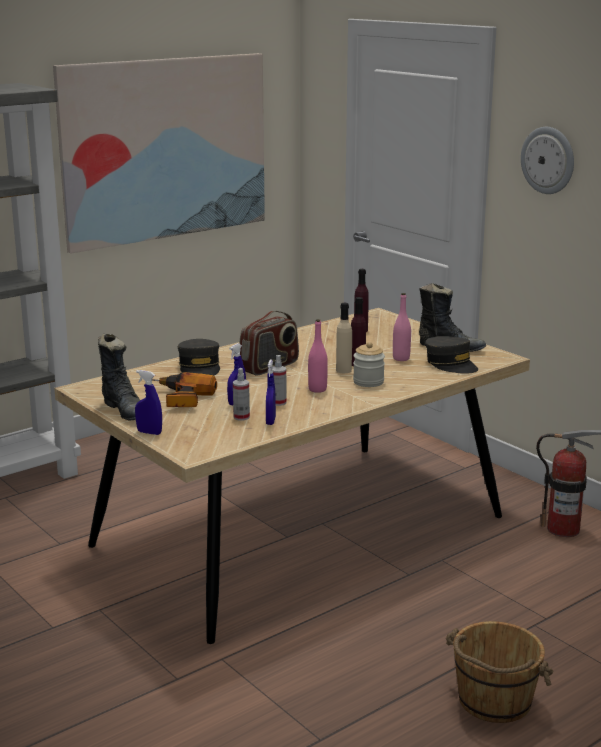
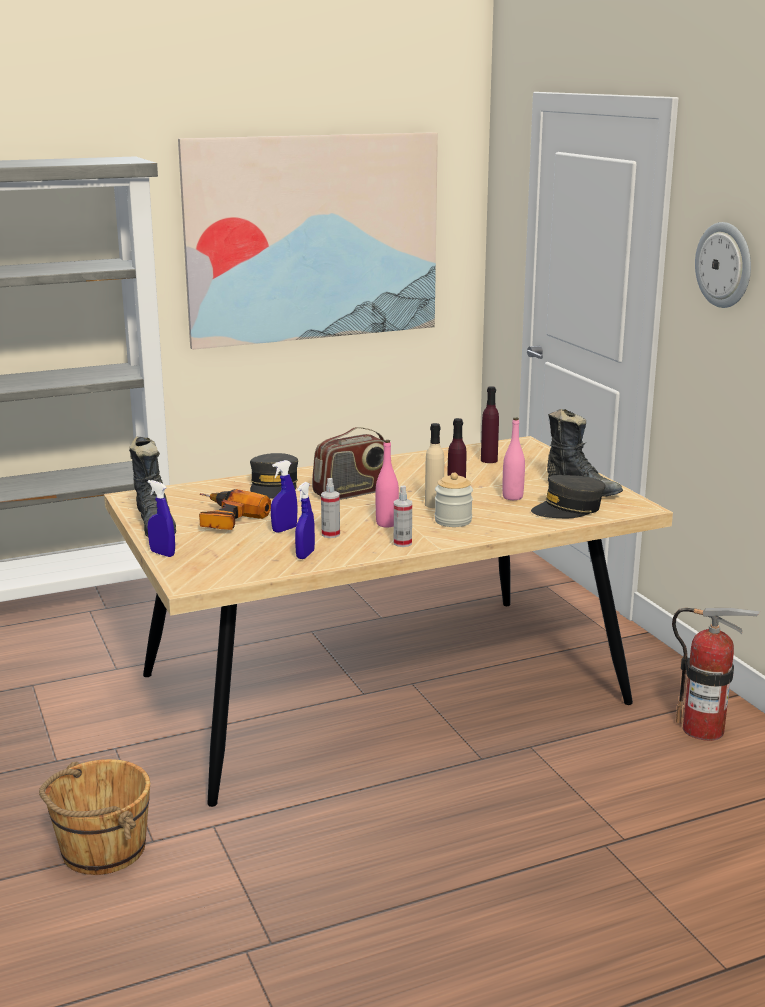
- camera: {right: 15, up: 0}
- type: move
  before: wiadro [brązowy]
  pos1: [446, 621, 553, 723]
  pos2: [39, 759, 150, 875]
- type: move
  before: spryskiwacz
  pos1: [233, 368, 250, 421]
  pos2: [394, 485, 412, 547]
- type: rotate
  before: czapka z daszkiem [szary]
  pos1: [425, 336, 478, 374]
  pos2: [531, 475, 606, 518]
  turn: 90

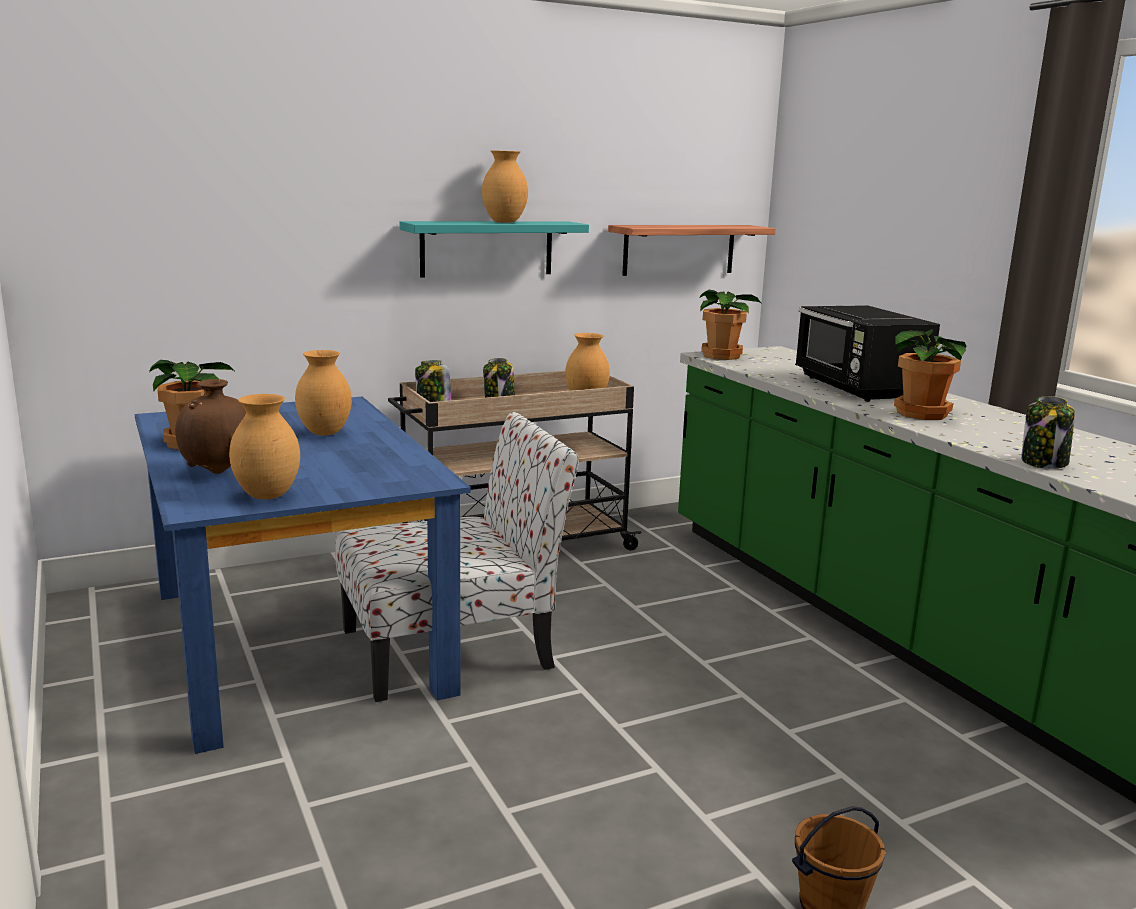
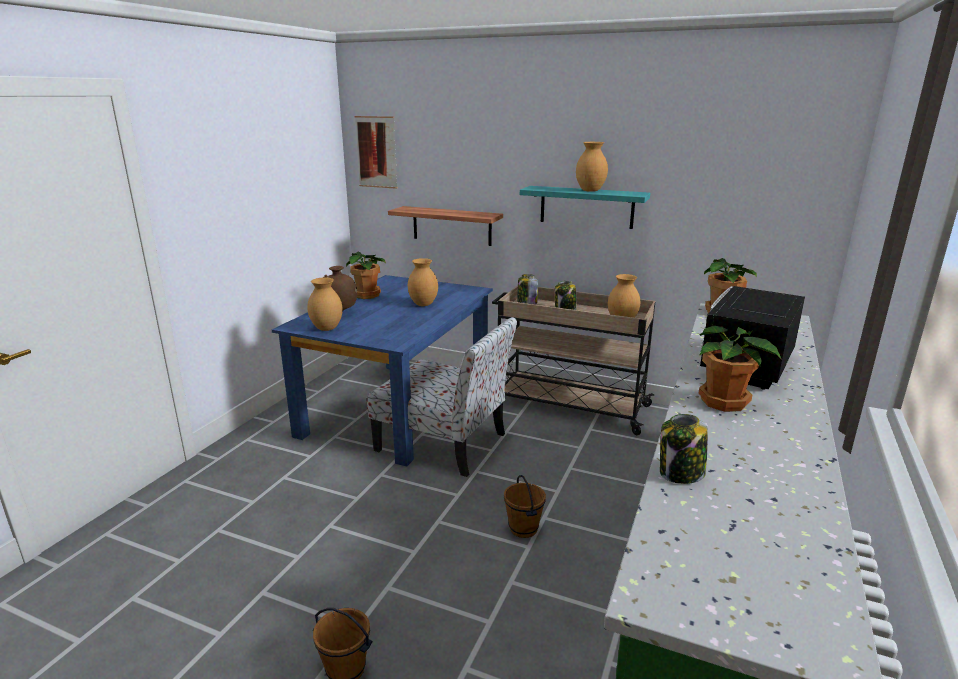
- camera: {right: 50, up: 5}
- type: insert
  after: obraz
  pos2: [355, 116, 398, 189]
- type: move
  before: półka
  pos1: [608, 225, 776, 276]
  pos2: [388, 206, 503, 246]
- type: insert
  after: wiadro [brązowy]
  pos2: [504, 475, 546, 538]

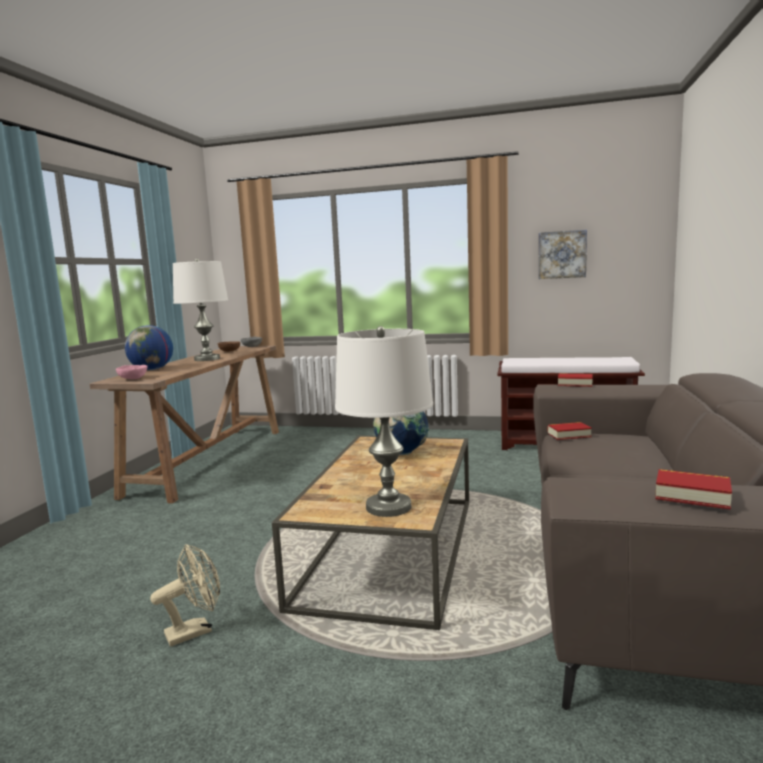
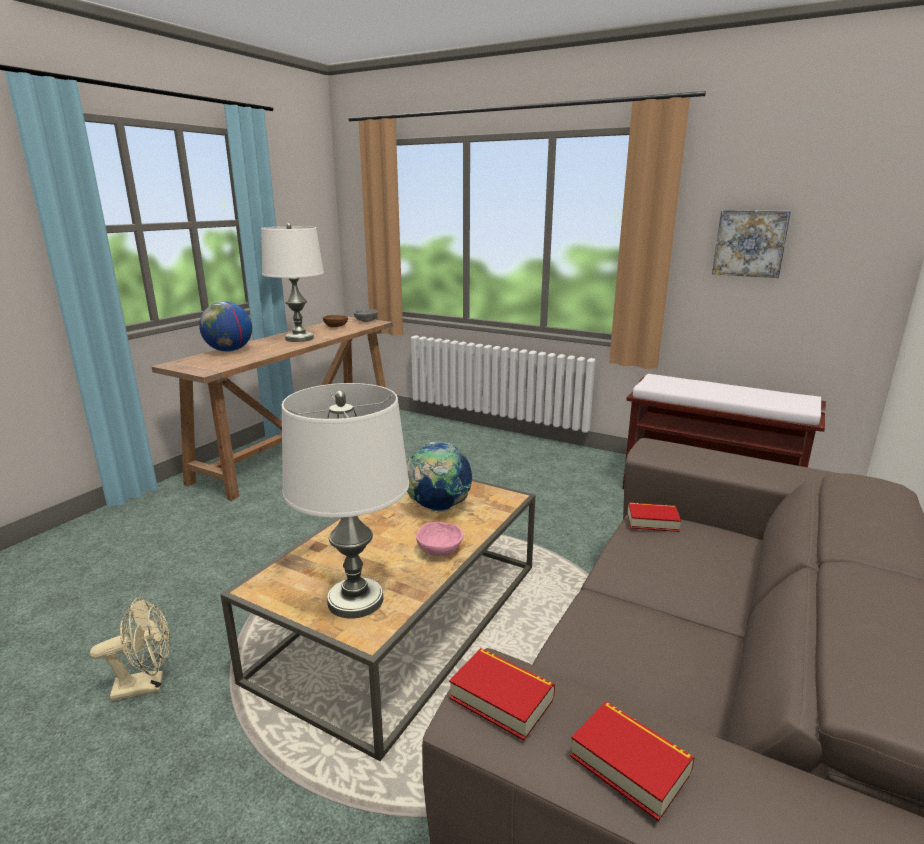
- camera: {right: 15, up: 10}
- type: move
  before: miska [różowy]
  pos1: [116, 365, 148, 379]
  pos2: [416, 522, 463, 556]
- type: move
  before: książka
  pos1: [558, 373, 593, 387]
  pos2: [449, 648, 555, 741]

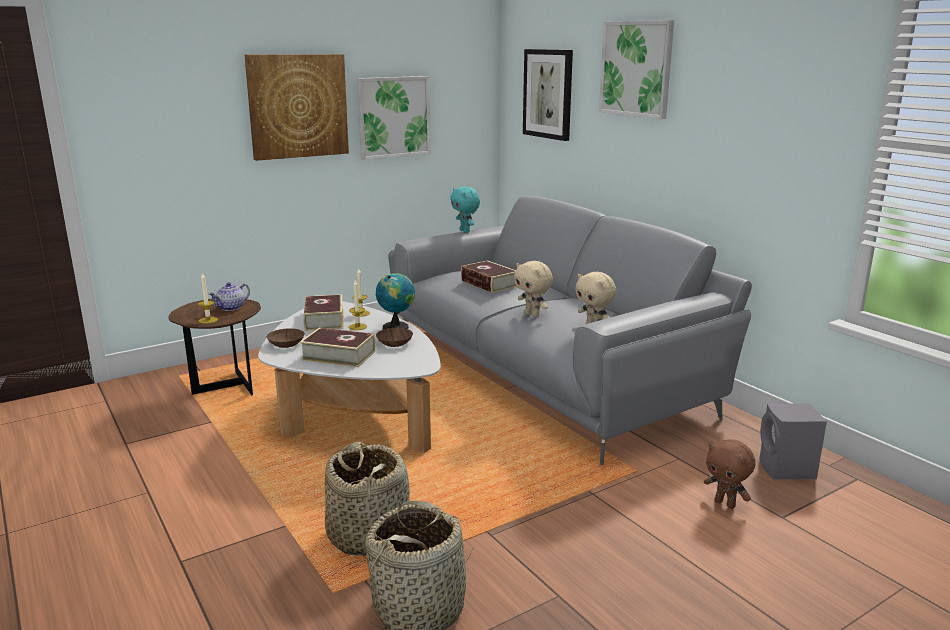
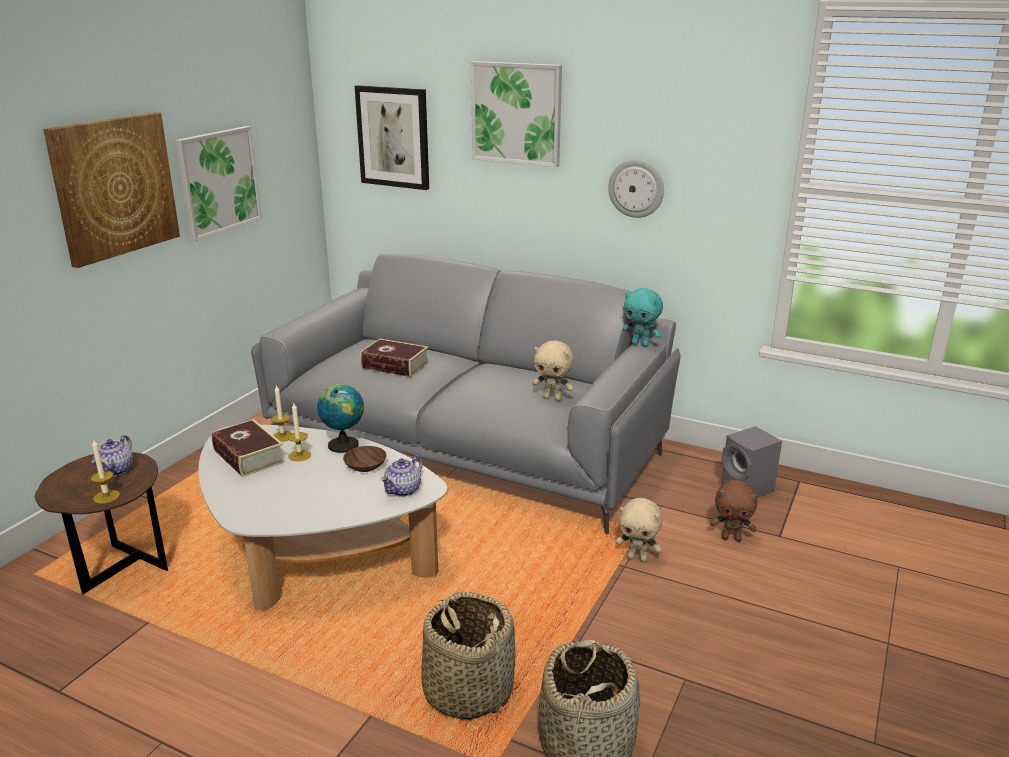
- camera: {right: -30, up: 5}
- type: insert
  after: imbryk
  pos2: [381, 455, 423, 497]
- type: insert
  after: zegar ścienny
  pos2: [608, 159, 664, 218]
- type: move
  before: pluszak [beżowy]
  pos1: [514, 261, 553, 318]
  pos2: [615, 498, 662, 562]
- type: move
  before: pluszak [turkusowy]
  pos1: [450, 187, 480, 233]
  pos2: [623, 288, 663, 347]
- type: delete
  before: miska [brązowy]
  pos1: [267, 328, 305, 348]
- type: delete
  before: książka
  pos1: [300, 328, 375, 367]

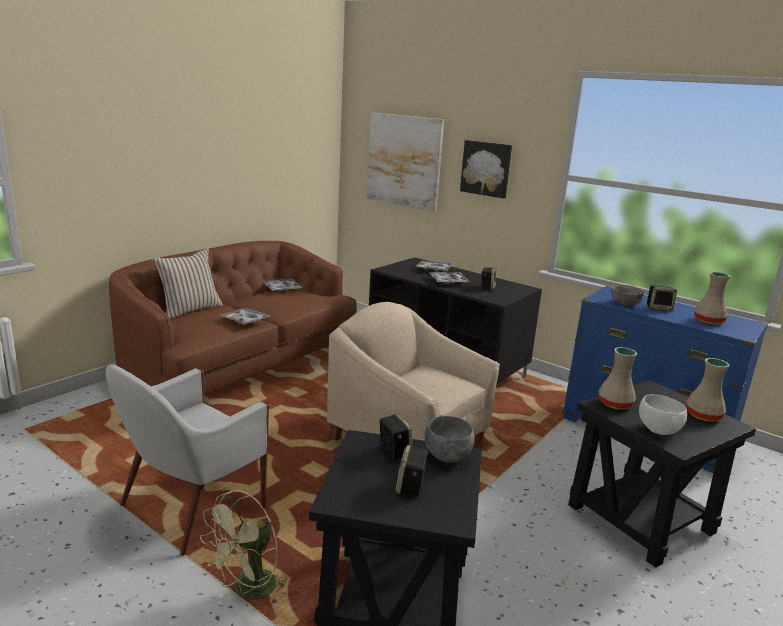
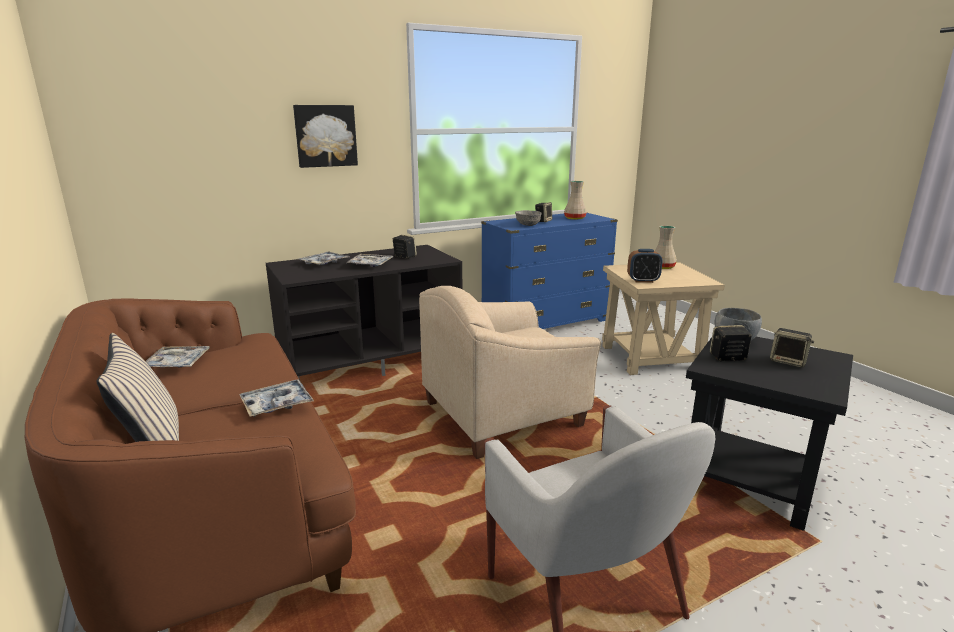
- camera: {right: -65, up: 0}
- type: recolor
  before: stolik [czarny]
  after: stolik [beżowy]
  pos1: [568, 380, 756, 568]
  pos2: [602, 262, 725, 375]
- type: replace
  before: wazon [beżowy]
  after: budzik
  pos1: [598, 347, 637, 410]
  pos2: [627, 249, 663, 283]
- type: delete
  before: wentylator [zielony]
  pos1: [200, 490, 287, 603]
- type: delete
  before: obraz
  pos1: [367, 113, 444, 212]
- type: delete
  before: miska [biały]
  pos1: [639, 394, 687, 435]

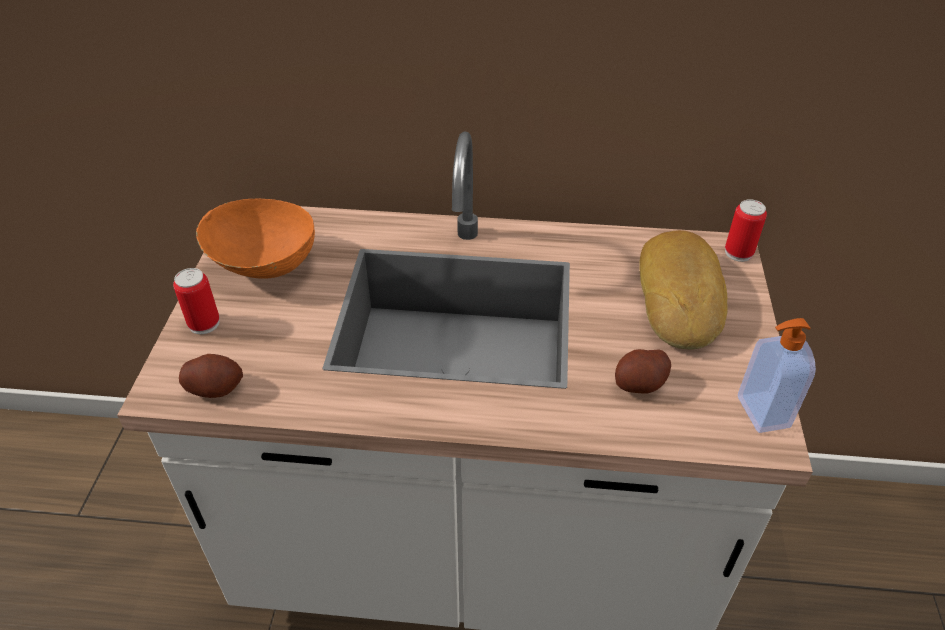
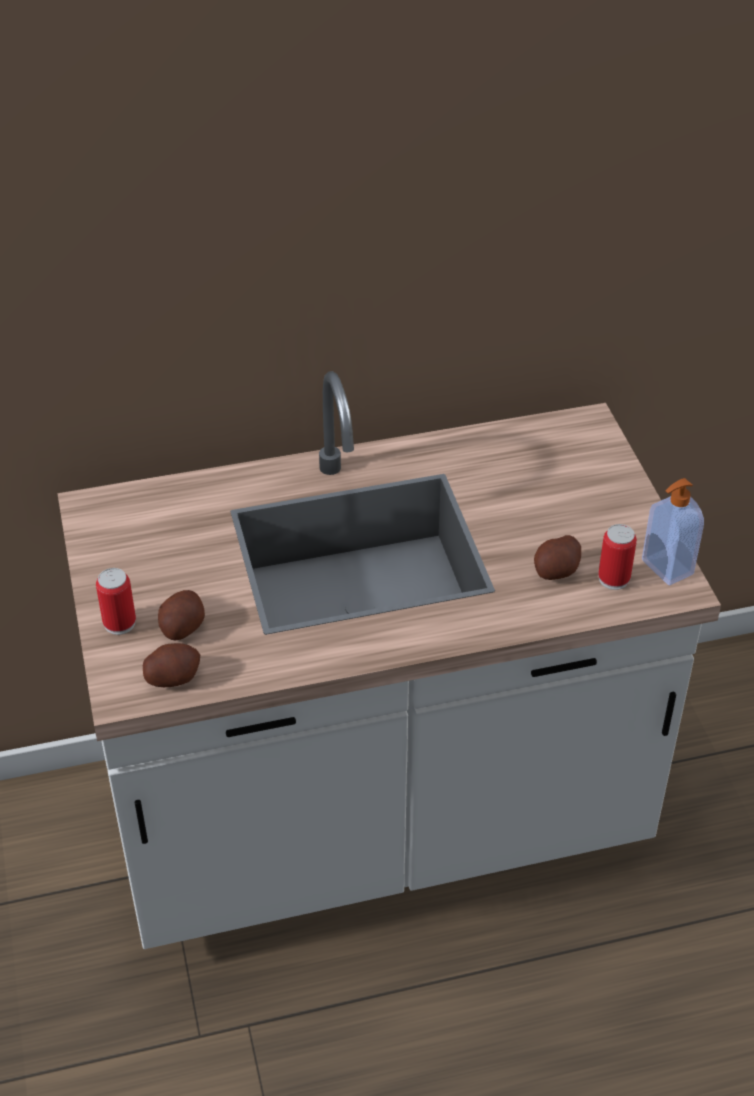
- camera: {right: -20, up: 0}
- type: insert
  after: ziemniak
  pos2: [158, 590, 205, 640]
- type: move
  before: puszka
  pos1: [725, 199, 767, 262]
  pos2: [598, 524, 637, 590]
- type: delete
  before: miska [pomarańczowy]
  pos1: [196, 199, 315, 279]
- type: delete
  before: chleb
  pos1: [639, 230, 728, 350]

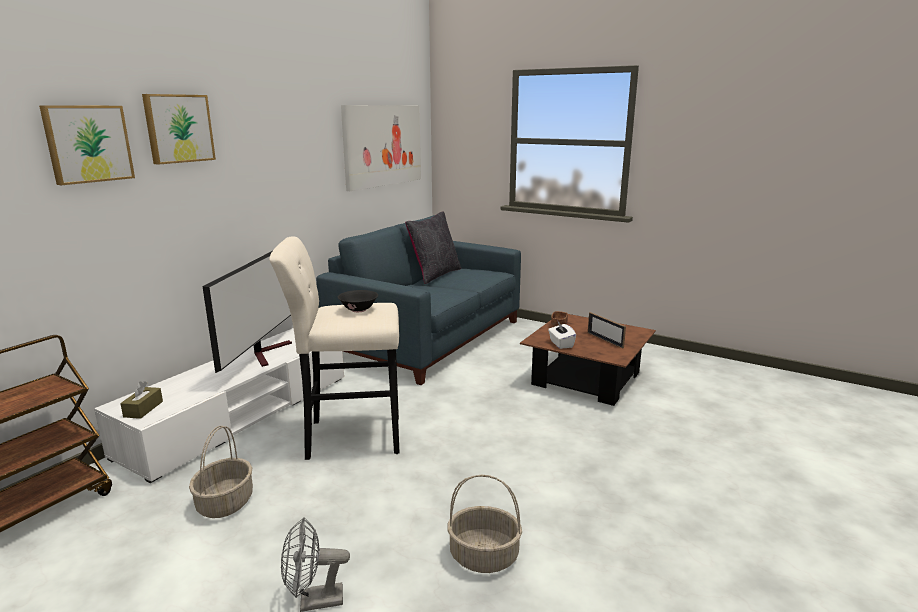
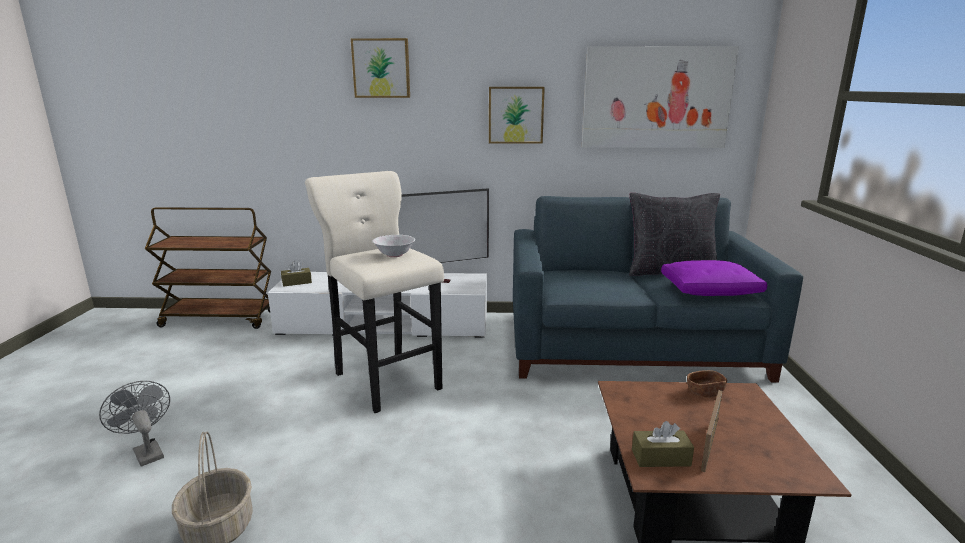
- camera: {right: 60, up: 0}
- type: recolor
  before: miska [czarny]
  after: miska [biały]
  pos1: [338, 290, 378, 312]
  pos2: [372, 235, 415, 257]
- type: move
  before: obraz
  pos1: [39, 105, 135, 185]
  pos2: [489, 87, 545, 144]
- type: insert
  after: pudełko chusteczek [brązowy]
  pos2: [632, 421, 694, 467]
- type: insert
  after: poduszka [fioletowy]
  pos2: [661, 260, 767, 296]
- type: delete
  before: koszyk
  pos1: [189, 426, 253, 518]
- type: delete
  before: pudełko chusteczek [biały]
  pos1: [548, 322, 576, 349]

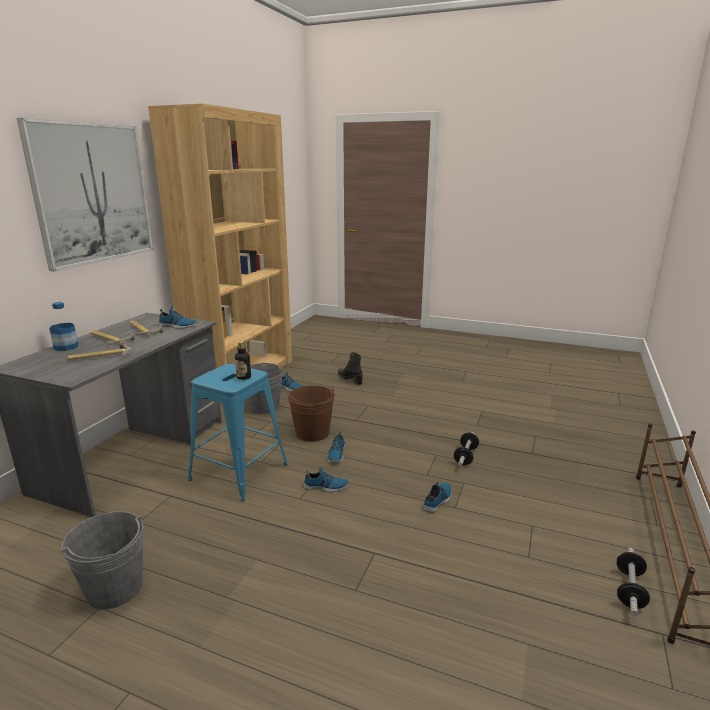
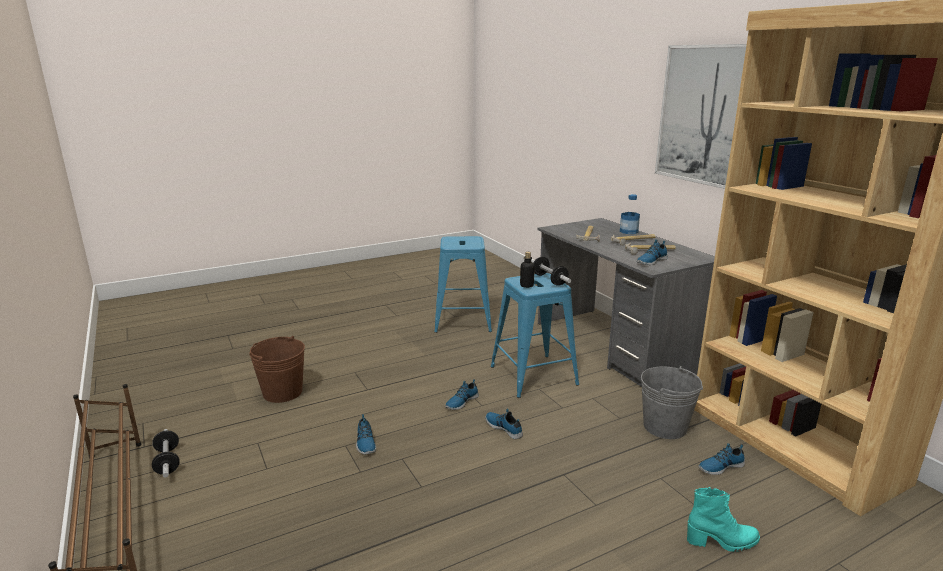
- camera: {right: 130, up: 0}
- type: move
  before: wiadro [brązowy]
  pos1: [288, 386, 335, 442]
  pos2: [249, 336, 305, 403]
- type: replace
  before: wiadro [szary]
  after: stołek [niebieski]
  pos1: [61, 511, 143, 610]
  pos2: [434, 236, 492, 333]
- type: move
  before: hantel
  pos1: [454, 432, 479, 466]
  pos2: [531, 257, 571, 286]
- type: recolor
  before: but z cholewką [czarny]
  after: but z cholewką [turkusowy]
  pos1: [338, 352, 362, 385]
  pos2: [687, 487, 760, 552]

